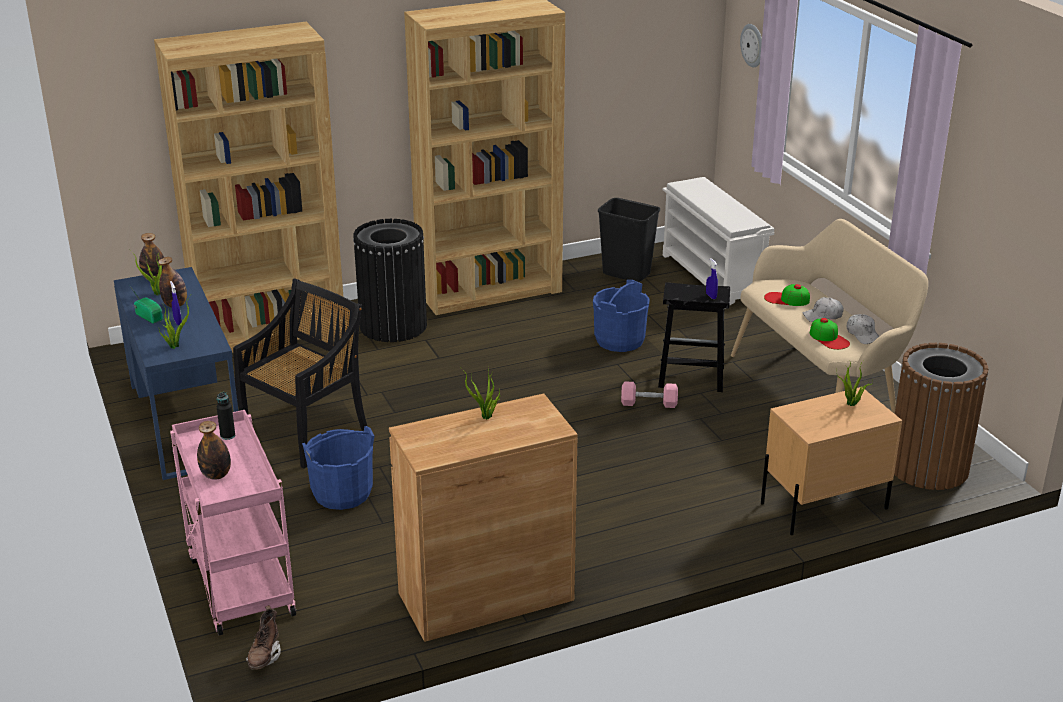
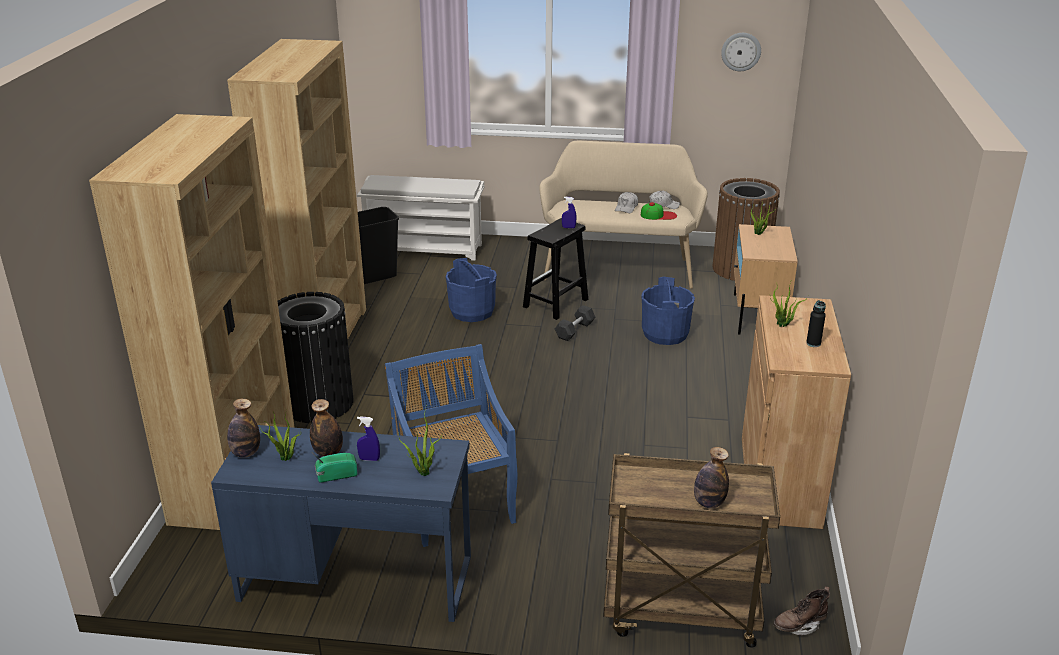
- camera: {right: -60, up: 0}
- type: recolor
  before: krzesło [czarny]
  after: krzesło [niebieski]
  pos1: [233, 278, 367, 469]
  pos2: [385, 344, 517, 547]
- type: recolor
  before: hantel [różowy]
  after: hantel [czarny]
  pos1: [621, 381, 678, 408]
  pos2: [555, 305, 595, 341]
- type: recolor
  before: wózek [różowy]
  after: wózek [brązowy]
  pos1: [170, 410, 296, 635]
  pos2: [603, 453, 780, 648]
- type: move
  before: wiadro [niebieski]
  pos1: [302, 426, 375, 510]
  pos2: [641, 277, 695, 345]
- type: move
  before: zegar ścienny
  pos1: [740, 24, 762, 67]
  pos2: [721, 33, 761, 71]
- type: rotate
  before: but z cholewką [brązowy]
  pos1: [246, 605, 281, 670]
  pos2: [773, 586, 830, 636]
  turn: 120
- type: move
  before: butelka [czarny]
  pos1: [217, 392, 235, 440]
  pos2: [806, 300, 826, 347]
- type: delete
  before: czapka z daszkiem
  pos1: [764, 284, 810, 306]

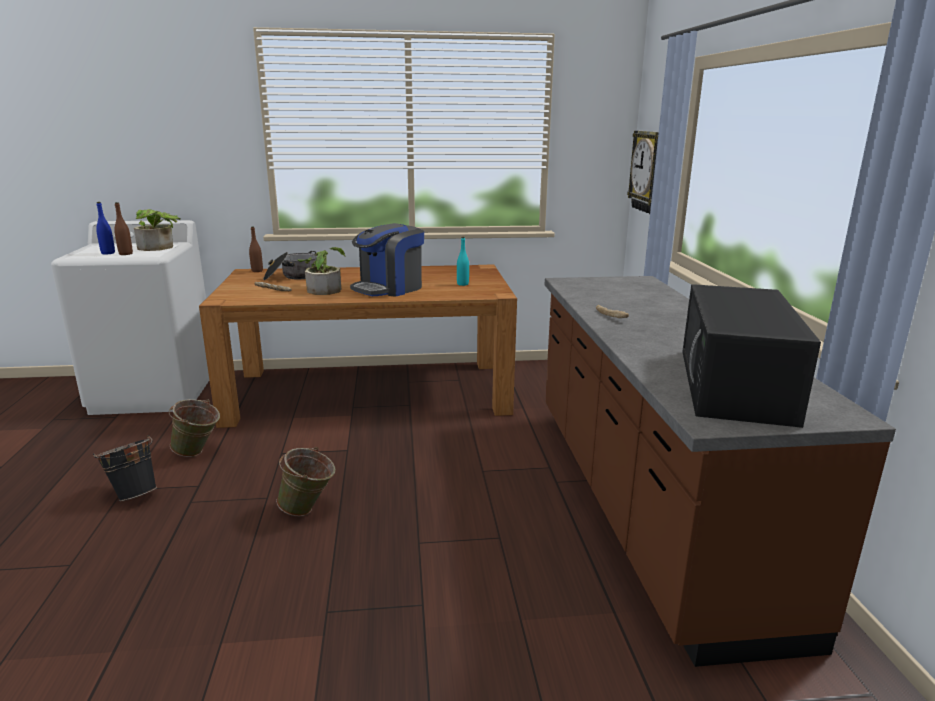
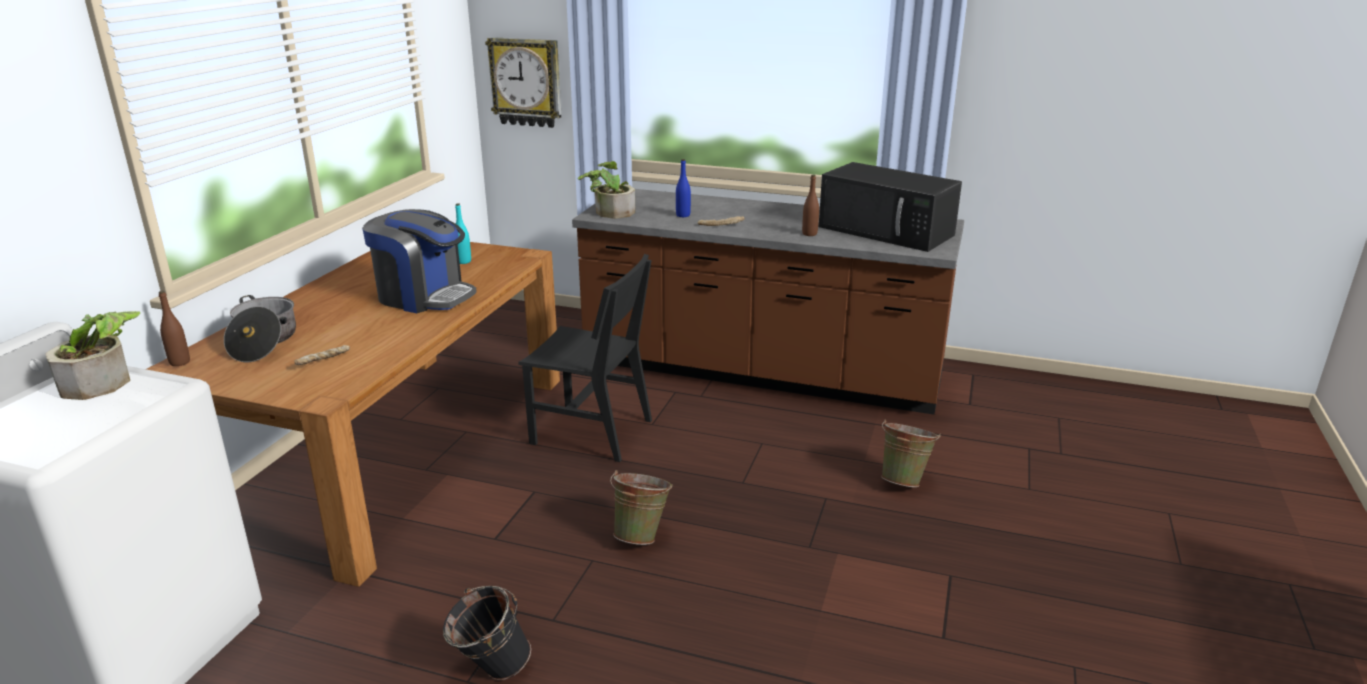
- camera: {right: -65, up: 5}
- type: rotate
  before: ekspres do kawy
  pos1: [350, 223, 424, 297]
  pos2: [362, 209, 477, 313]
  turn: -45
- type: insert
  after: krzesło [czarny]
  pos2: [518, 254, 652, 462]
- type: move
  before: roślina doniczkowa
  pos1: [297, 247, 345, 295]
  pos2: [578, 161, 635, 219]
- type: move
  before: butelka [niebieski]
  pos1: [96, 202, 115, 255]
  pos2: [676, 159, 691, 217]
- type: move
  before: butelka [brązowy]
  pos1: [114, 202, 133, 255]
  pos2: [802, 175, 819, 236]
- type: move
  before: wiadro [zielony]
  pos1: [169, 399, 220, 457]
  pos2: [881, 419, 941, 487]

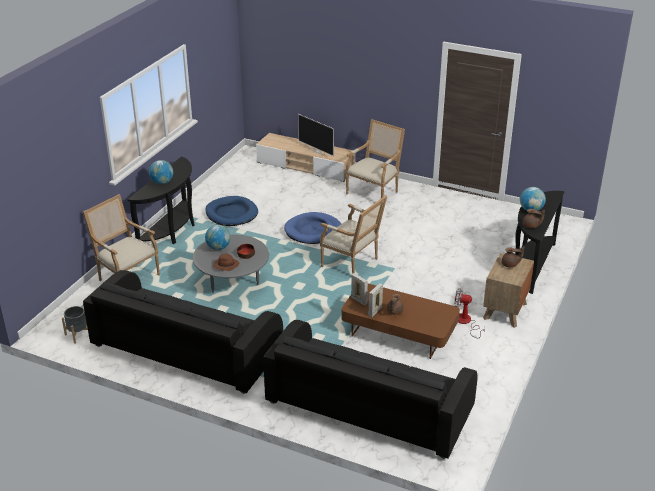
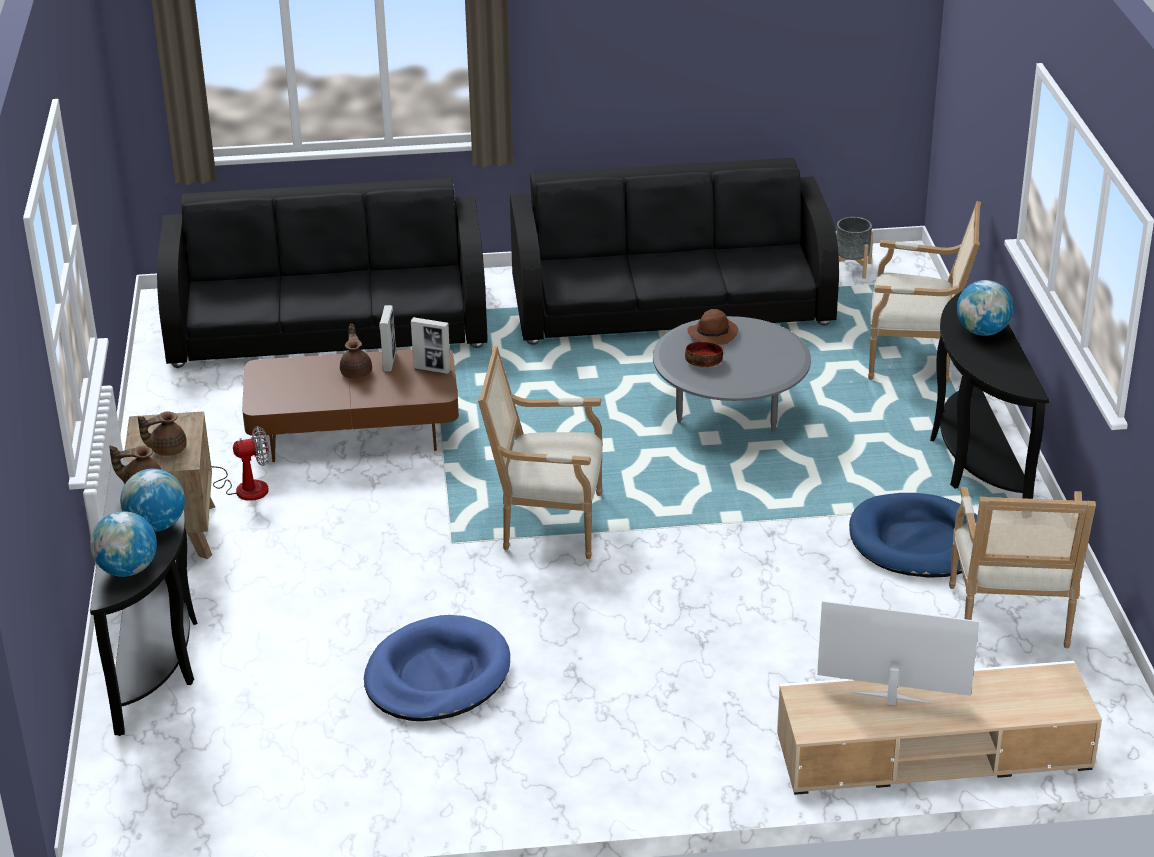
- camera: {right: 150, up: 0}
- type: move
  before: globus
  pos1: [205, 225, 231, 250]
  pos2: [90, 511, 157, 577]
- type: move
  before: legowisko [niebieski]
  pos1: [284, 212, 341, 244]
  pos2: [364, 615, 510, 721]
- type: move
  before: fotel
  pos1: [345, 119, 405, 198]
  pos2: [949, 487, 1096, 649]

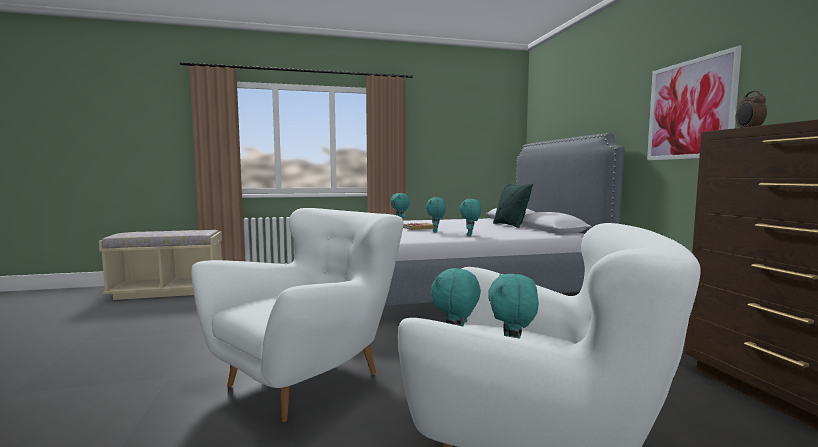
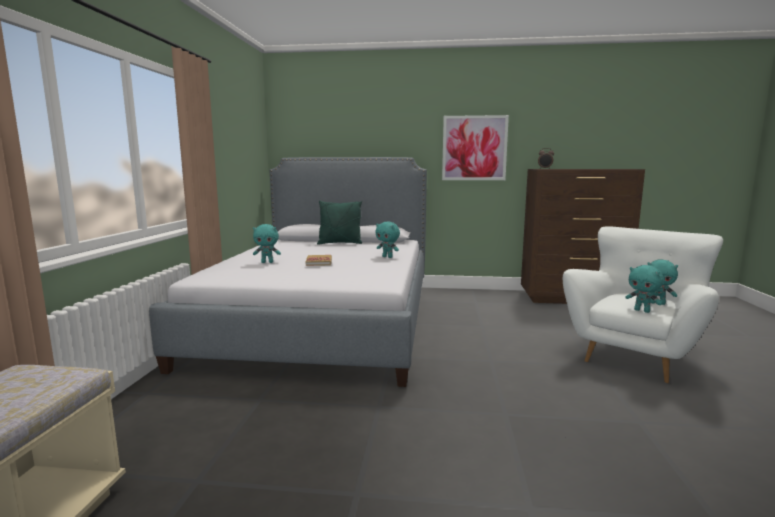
- camera: {right: -70, up: 5}
- type: delete
  before: fotel [biały]
  pos1: [191, 208, 404, 422]
- type: delete
  before: pluszak [turkusowy]
  pos1: [426, 197, 446, 233]

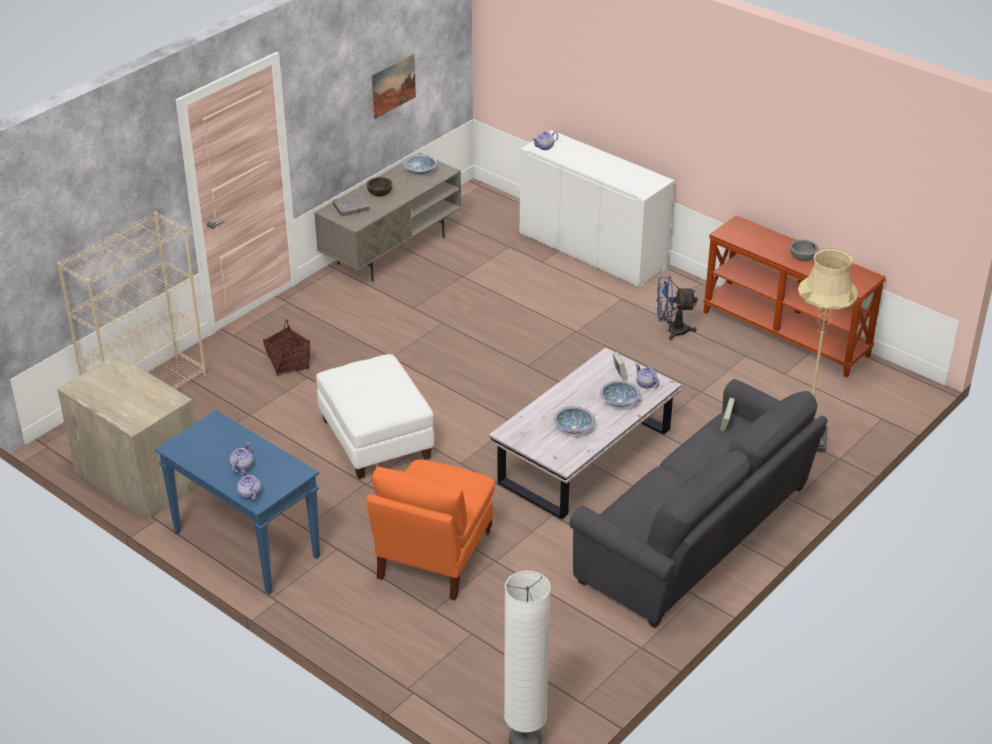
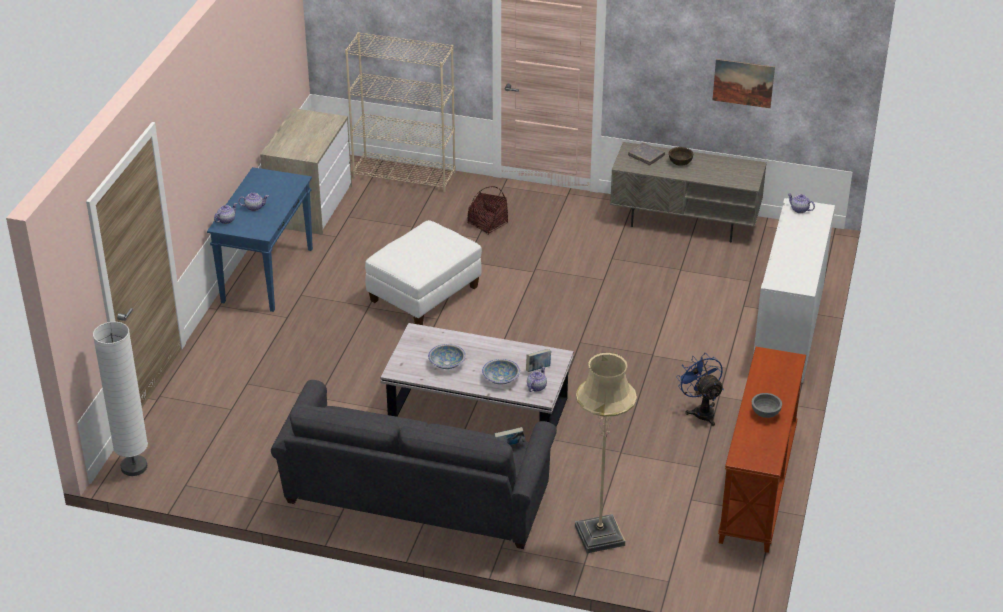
- camera: {right: 65, up: 0}
- type: delete
  before: fotel [pomarańczowy]
  pos1: [366, 460, 495, 600]
- type: delete
  before: miska
  pos1: [403, 155, 437, 174]

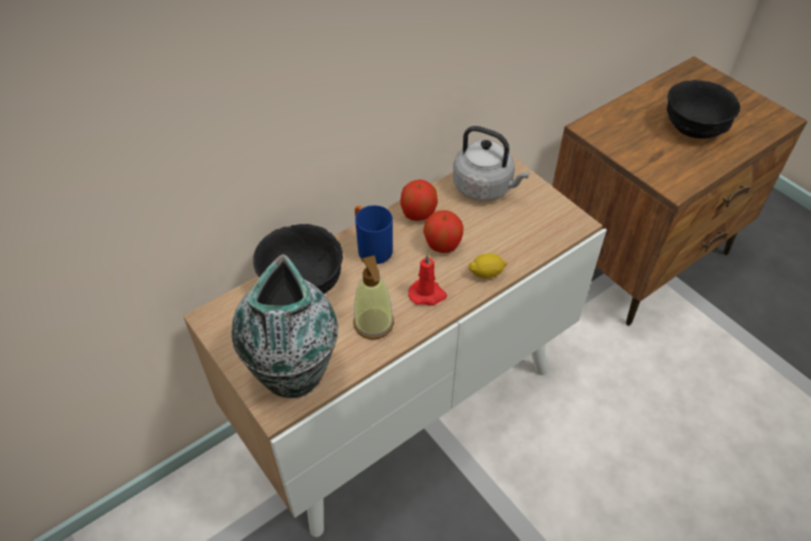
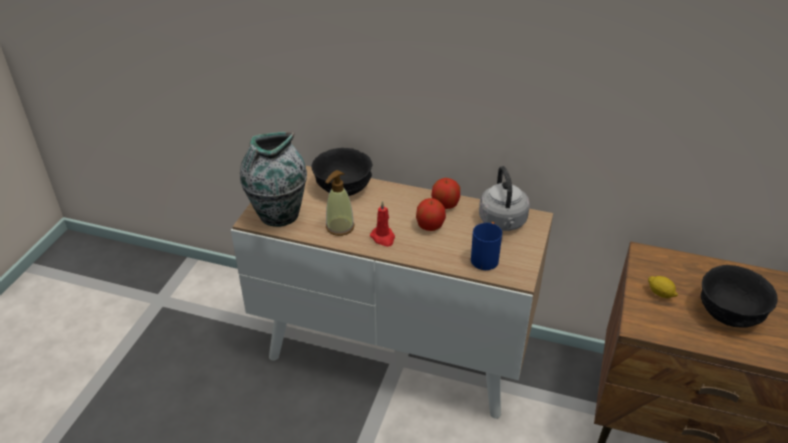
- camera: {right: 55, up: -10}
- type: move
  before: kubek [niebieski]
  pos1: [355, 205, 393, 264]
  pos2: [471, 222, 502, 270]
- type: move
  before: cytryna
  pos1: [468, 253, 507, 278]
  pos2: [648, 276, 678, 298]

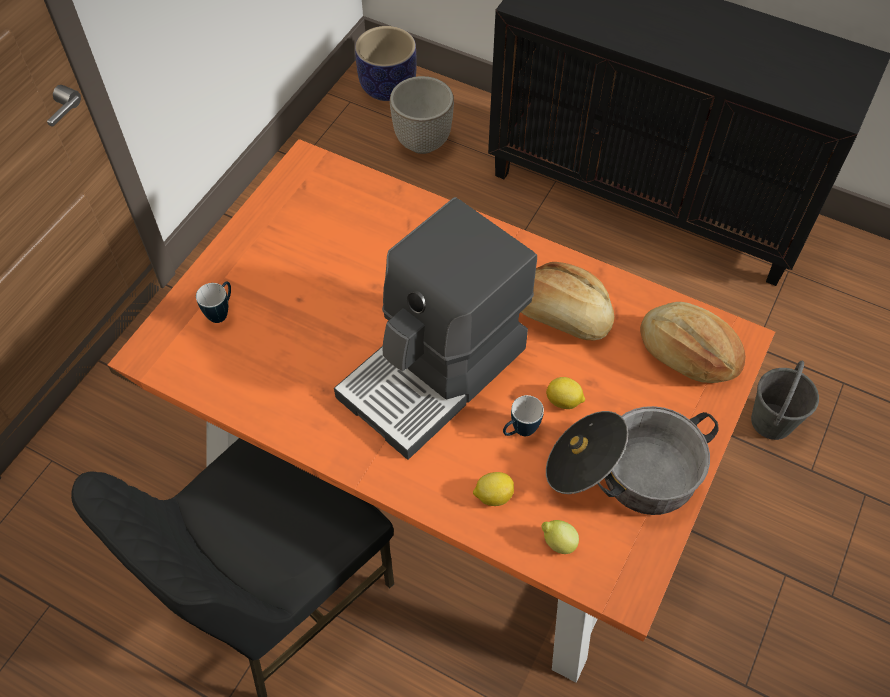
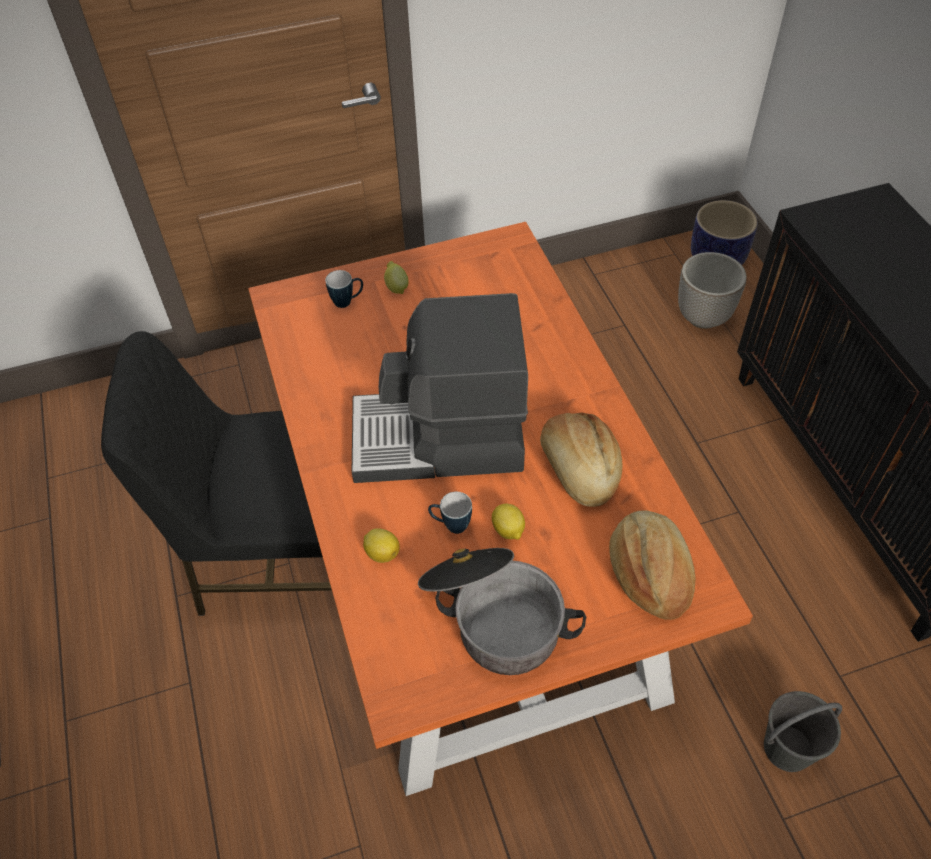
- camera: {right: 45, up: -5}
- type: move
  before: cytryna
  pos1: [542, 520, 579, 554]
  pos2: [384, 261, 409, 294]

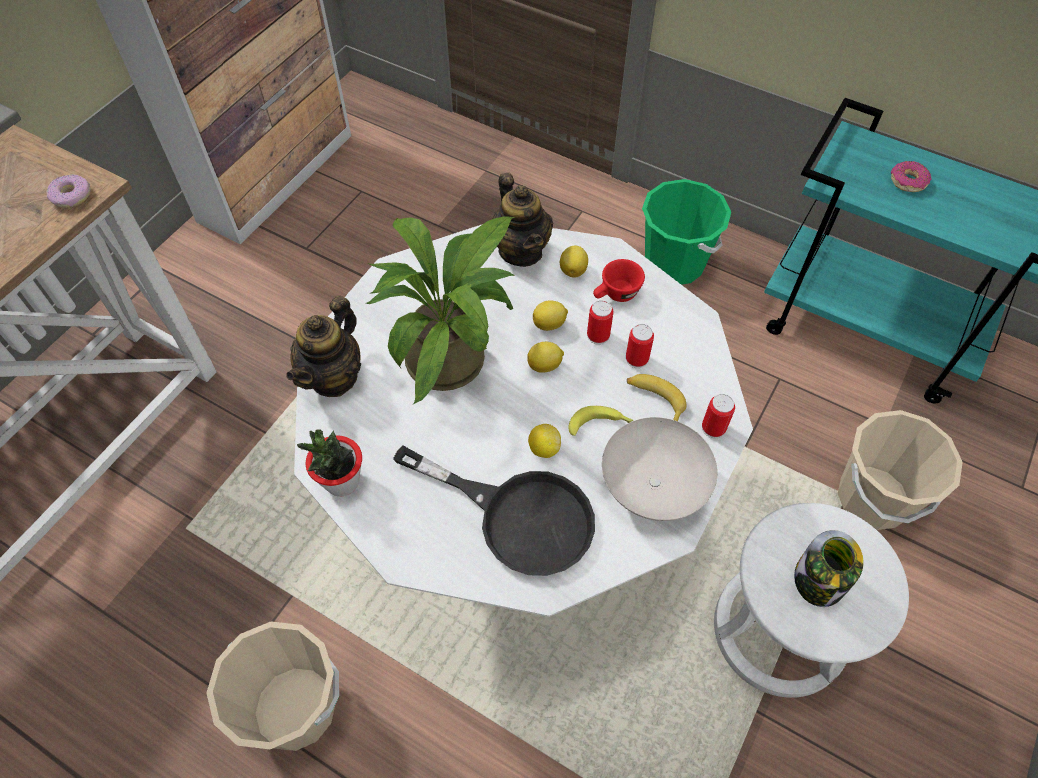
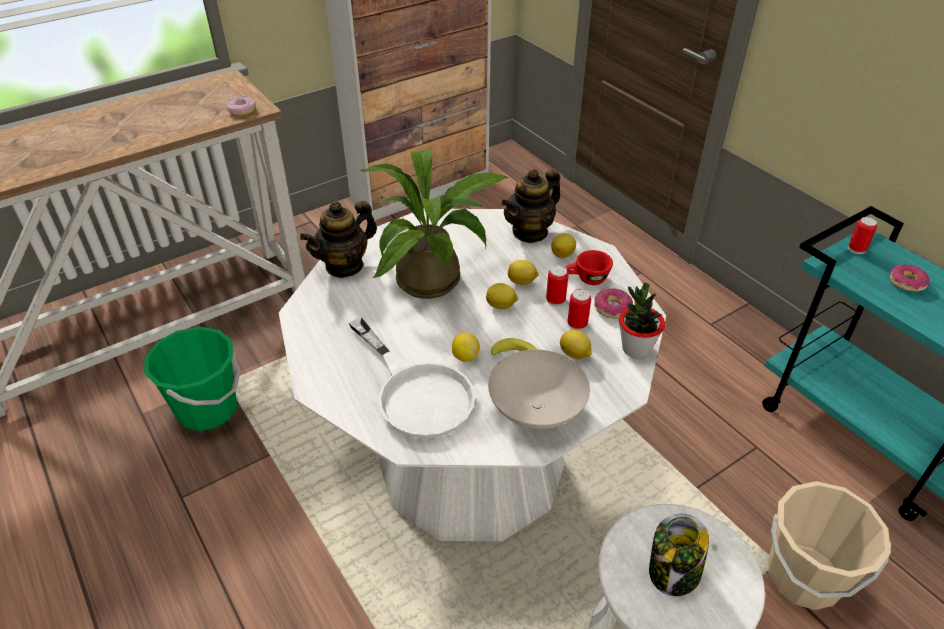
- camera: {right: 25, up: -15}
- type: move
  before: wiadro [zielony]
  pos1: [642, 179, 731, 285]
  pos2: [144, 326, 241, 431]
- type: recolor
  before: patelnia [czarny]
  after: patelnia [biały]
  pos1: [393, 446, 595, 576]
  pos2: [349, 317, 475, 439]
- type: rotate
  before: imbryk
  pos1: [492, 173, 553, 267]
  pos2: [502, 169, 560, 243]
  turn: 45
- type: replace
  before: banan
  after: cytryna
  pos1: [627, 374, 686, 421]
  pos2: [560, 330, 591, 359]
- type: insert
  after: donut
  pos2: [594, 288, 633, 318]
- type: move
  before: roślina doniczkowa
  pos1: [297, 429, 362, 496]
  pos2: [619, 282, 665, 358]
- type: move
  before: puszka
  pos1: [702, 394, 735, 438]
  pos2: [848, 217, 877, 254]
- type: delete
  before: wiadro [beżowy]
  pos1: [207, 622, 339, 751]

